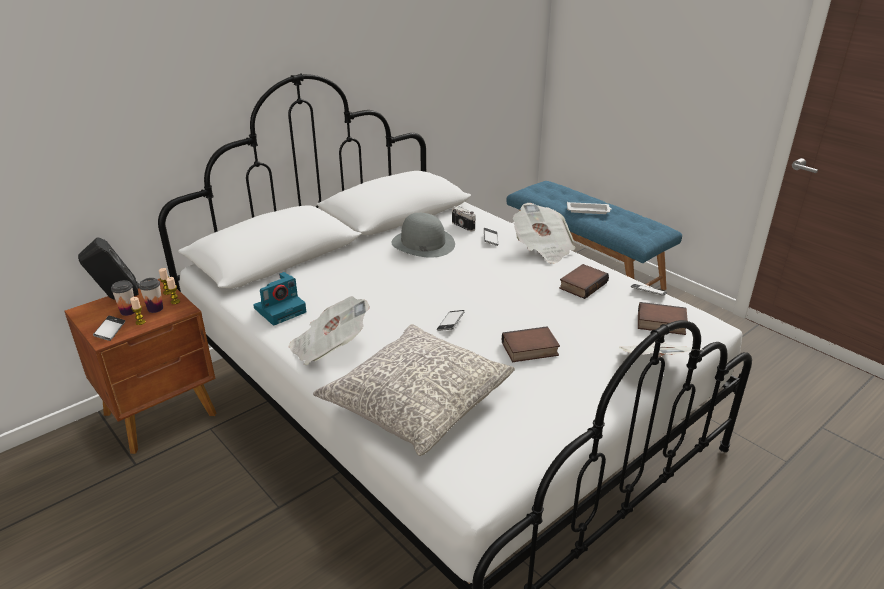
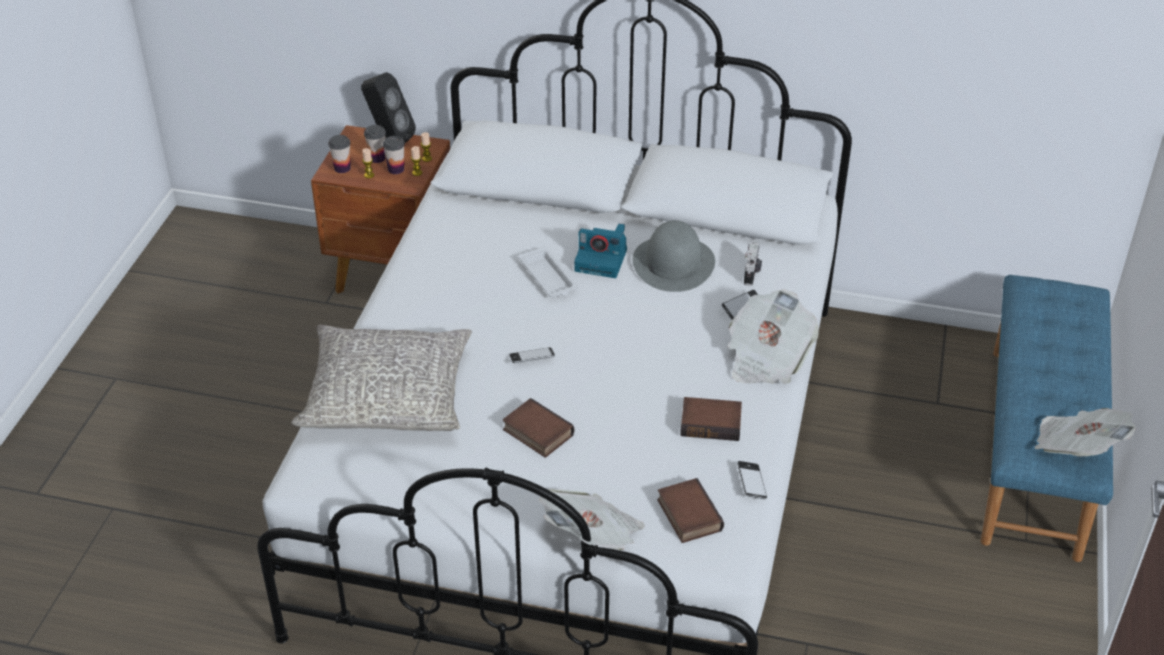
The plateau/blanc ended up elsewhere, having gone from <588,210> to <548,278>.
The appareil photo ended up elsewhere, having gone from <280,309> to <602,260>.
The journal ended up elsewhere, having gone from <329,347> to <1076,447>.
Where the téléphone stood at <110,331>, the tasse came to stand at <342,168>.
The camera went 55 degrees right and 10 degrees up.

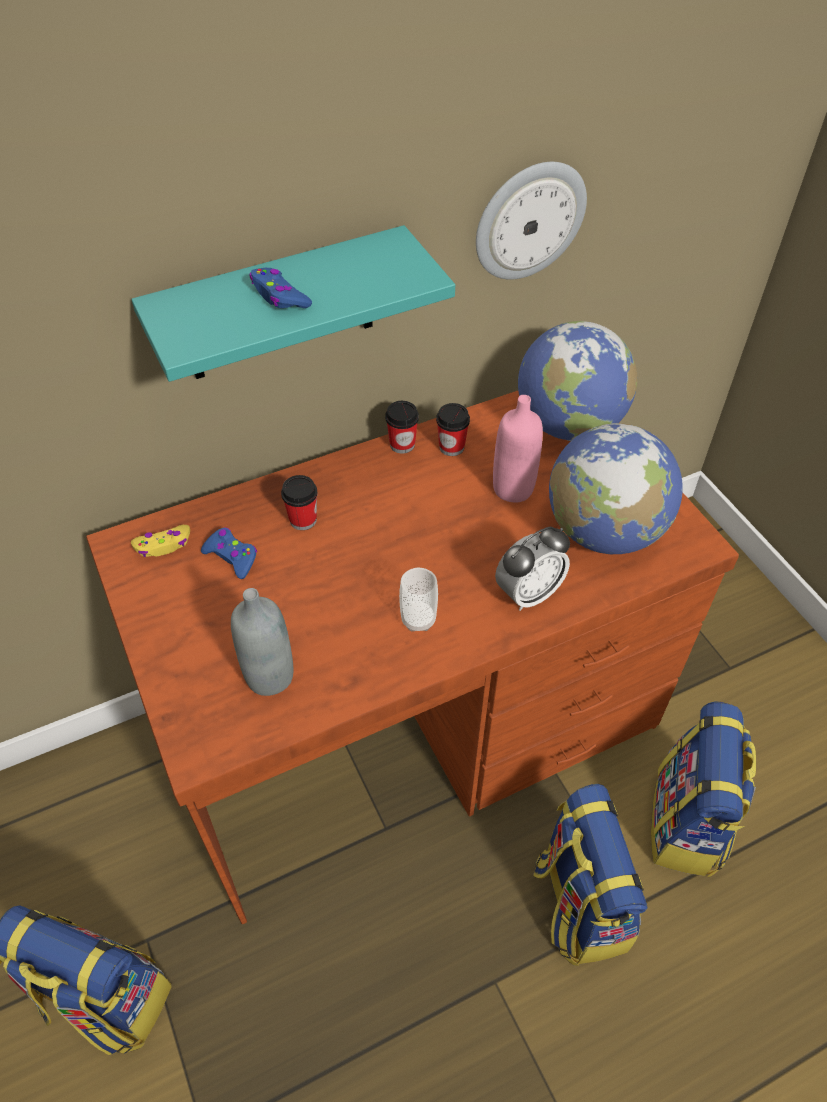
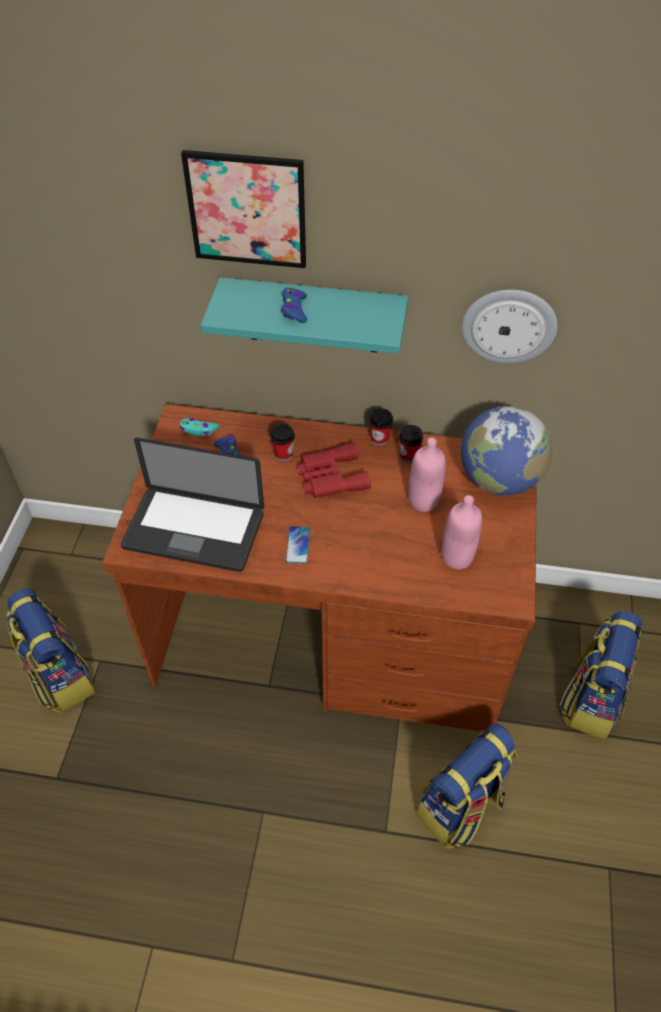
Where the globe stood at <604,531>, the bouteille/rose came to stand at <457,557>.
What was the manette/jaune at <163,545> turned into the manette/turquoise at <198,430>.
The second view lost the réveil at <528,593>.
Where the tasse stood at <418,619>, the téléphone came to stand at <298,545>.
Where the bouteille/gris stood at <269,676>, the ordinateur portable came to stand at <194,530>.
The sac à dos ended up elsewhere, having gone from <579,903> to <591,699>.
The second view gained the tableau at <247,210>.
The second view gained the jumelles/rouge at <330,477>.
The camera went 35 degrees right and 0 degrees up.

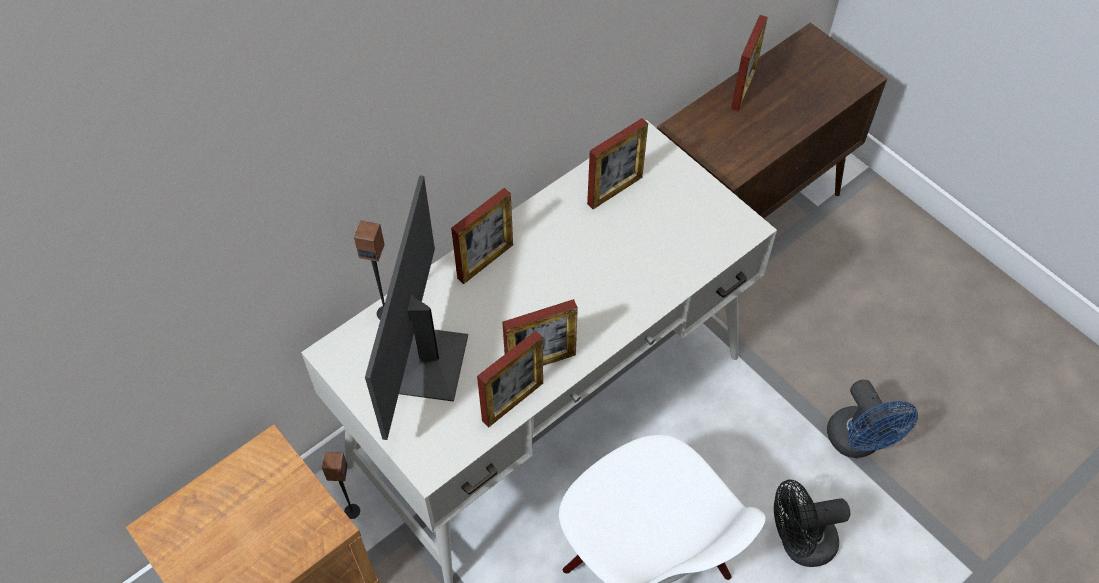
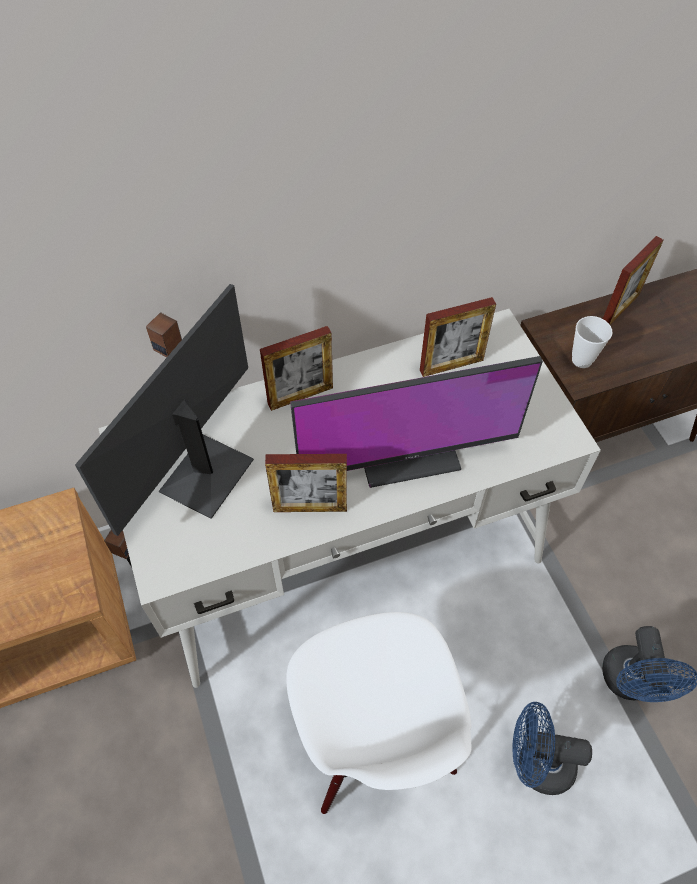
The second view lost the cadre photo at <512,402>.
What was the ventilateur/noir at <799,543> turned into the ventilateur/bleu at <536,763>.
The second view gained the tasse at <581,360>.
The second view gained the écran d'ordinateur at <405,445>.
The camera went 20 degrees right and 0 degrees up.

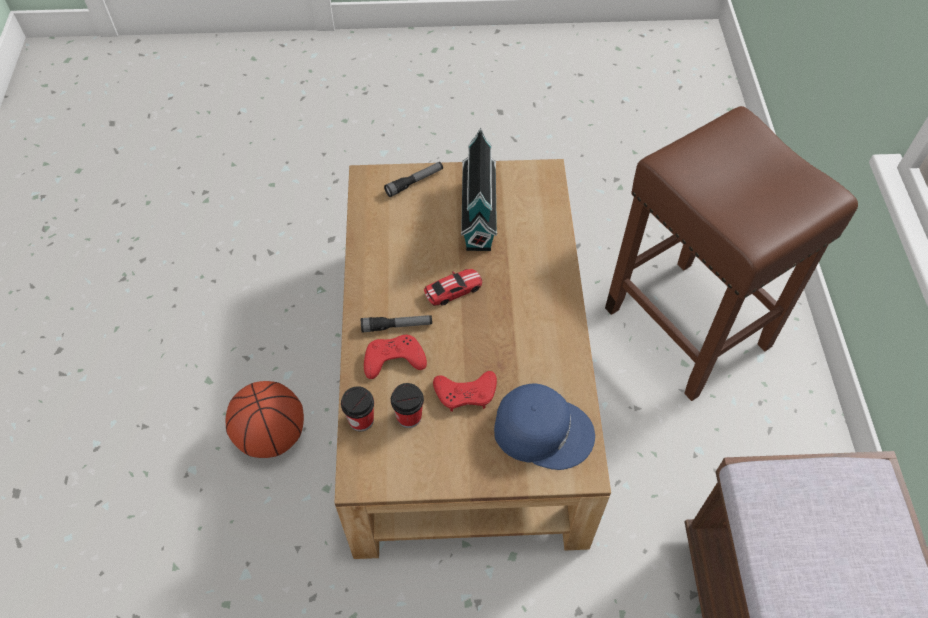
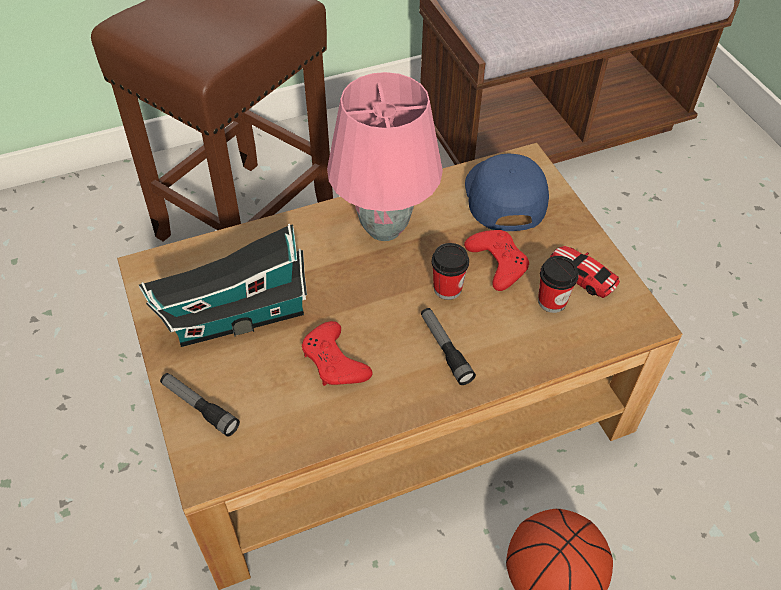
The petite voiture ended up elsewhere, having gone from <453,290> to <581,276>.
The manette/rouge ended up elsewhere, having gone from <393,359> to <334,361>.
The tasse ended up elsewhere, having gone from <361,420> to <447,288>.
The second view gained the lampe de table/rose at <386,228>.
The camera went 110 degrees left and 5 degrees down.

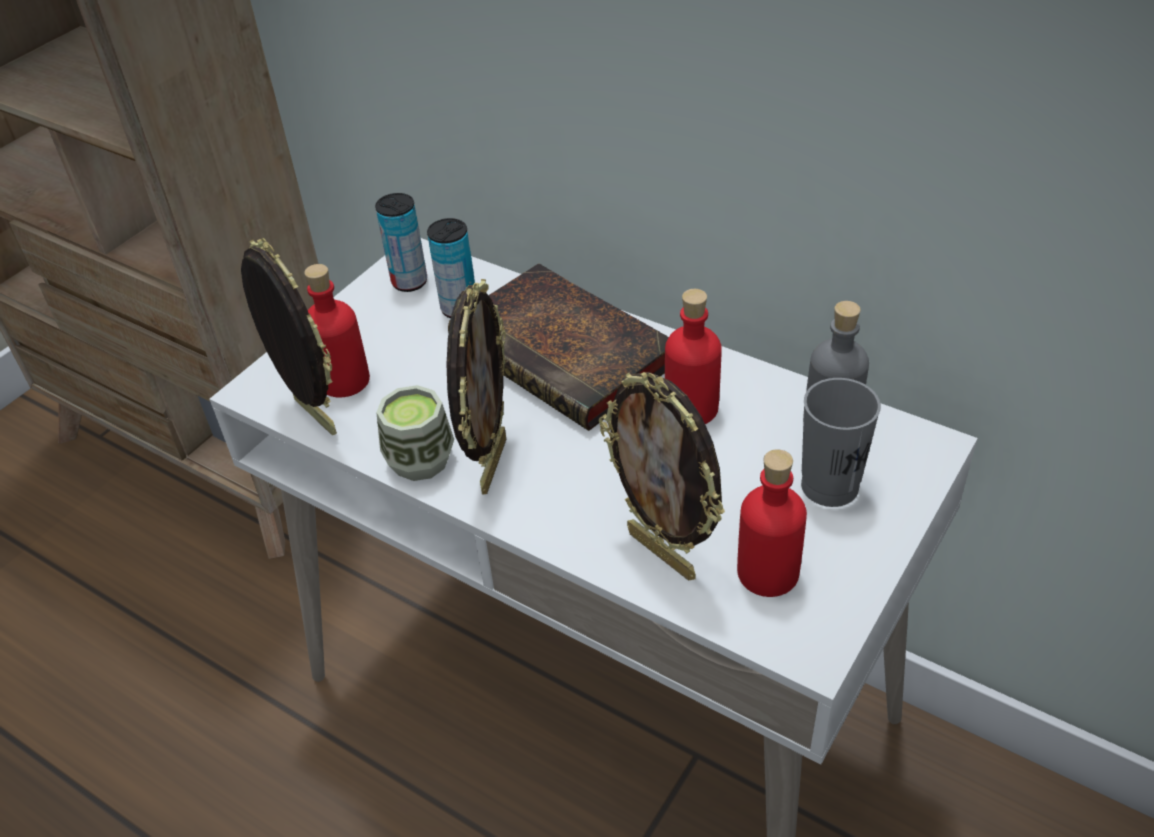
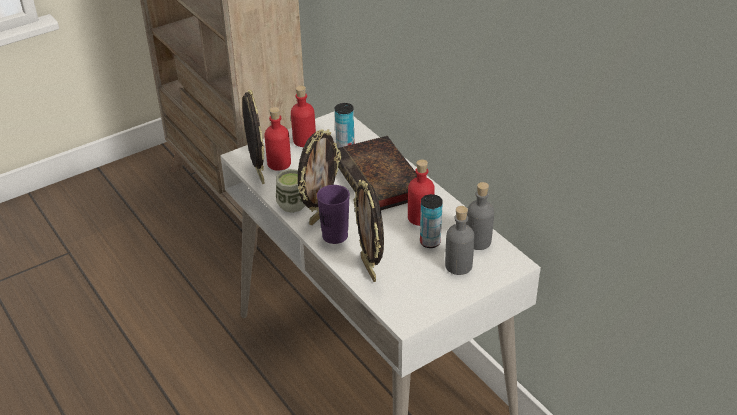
The boîte métallique ended up elsewhere, having gone from <409,282> to <430,242>.
Where the tasse/gris stood at <829,486>, the bouteille/gris came to stand at <458,265>.
The bouteille/rouge ended up elsewhere, having gone from <767,573> to <304,140>.
The second view gained the tasse/violet at <335,235>.
The camera went 20 degrees right and 5 degrees down.

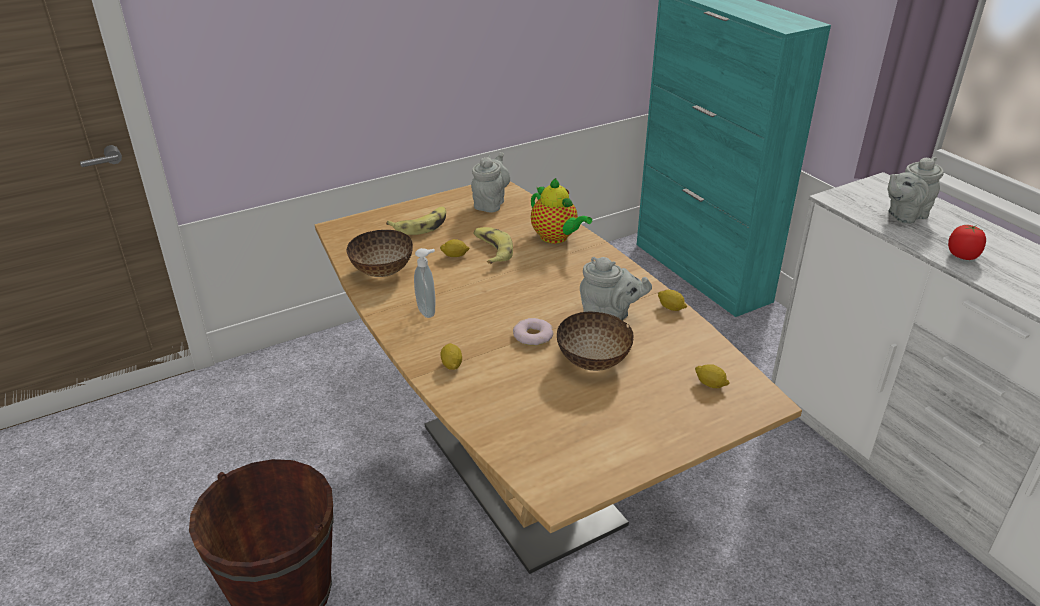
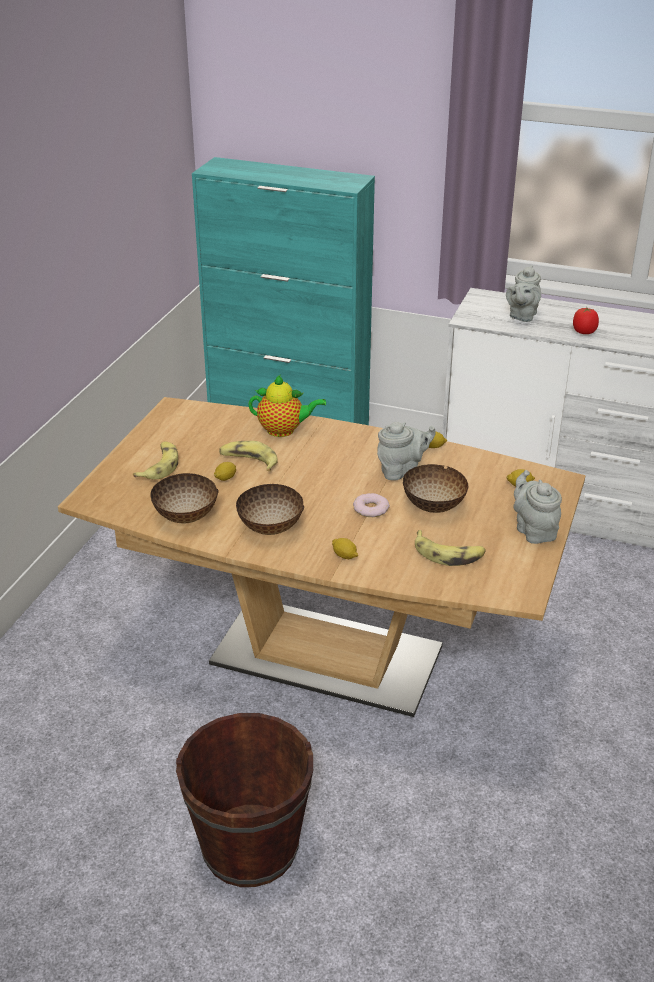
The théière/gris ended up elsewhere, having gone from <490,203> to <533,530>.
Where the distributeur de savon stood at <428,311>, the bol came to stand at <269,528>.
The second view gained the banane at <448,554>.
The camera went 40 degrees left and 0 degrees up.

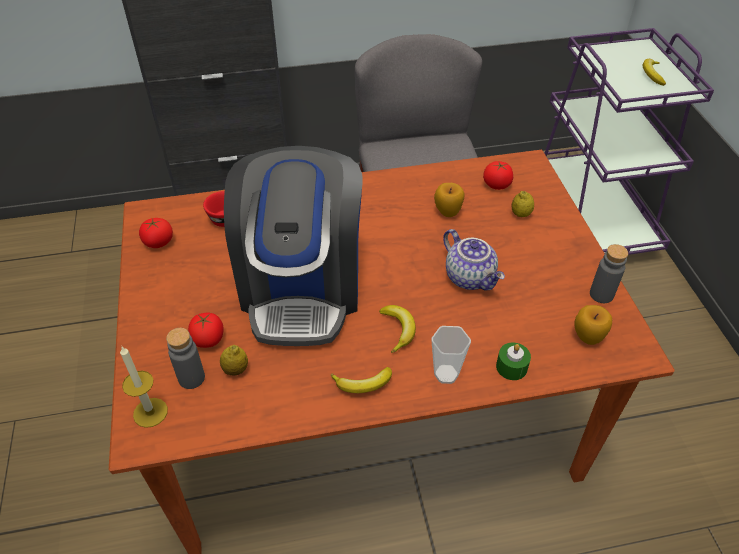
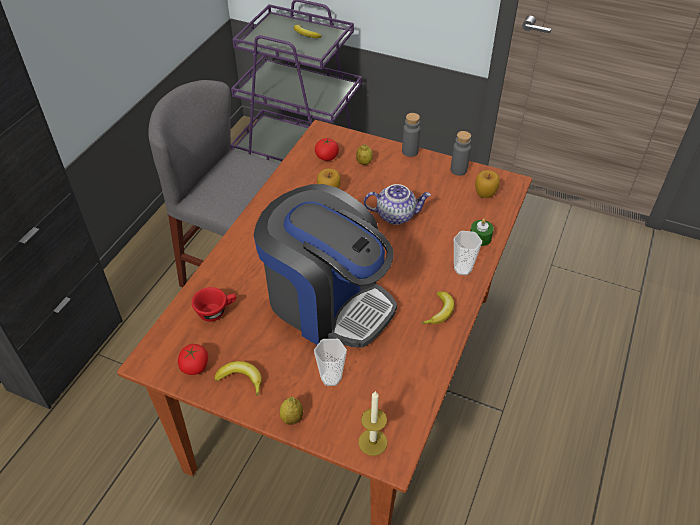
The banane ended up elsewhere, having gone from <398,329> to <241,379>.
Where the tomate stood at <208,339>, the tasse came to stand at <331,378>.
The bouteille/gris ended up elsewhere, having gone from <191,378> to <410,151>.
The citron ended up elsewhere, having gone from <236,370> to <292,418>.
The camera went 55 degrees left and 0 degrees up.

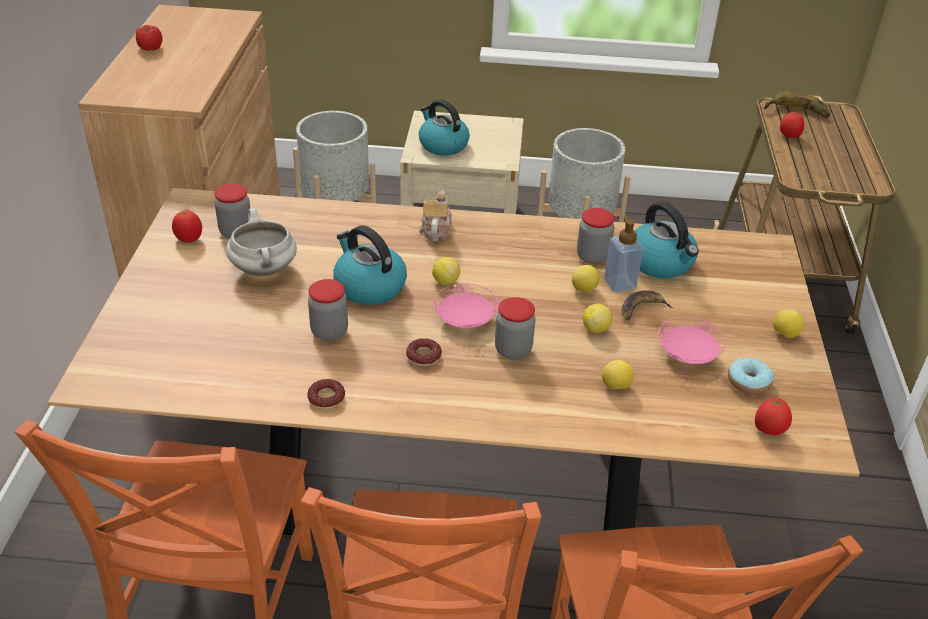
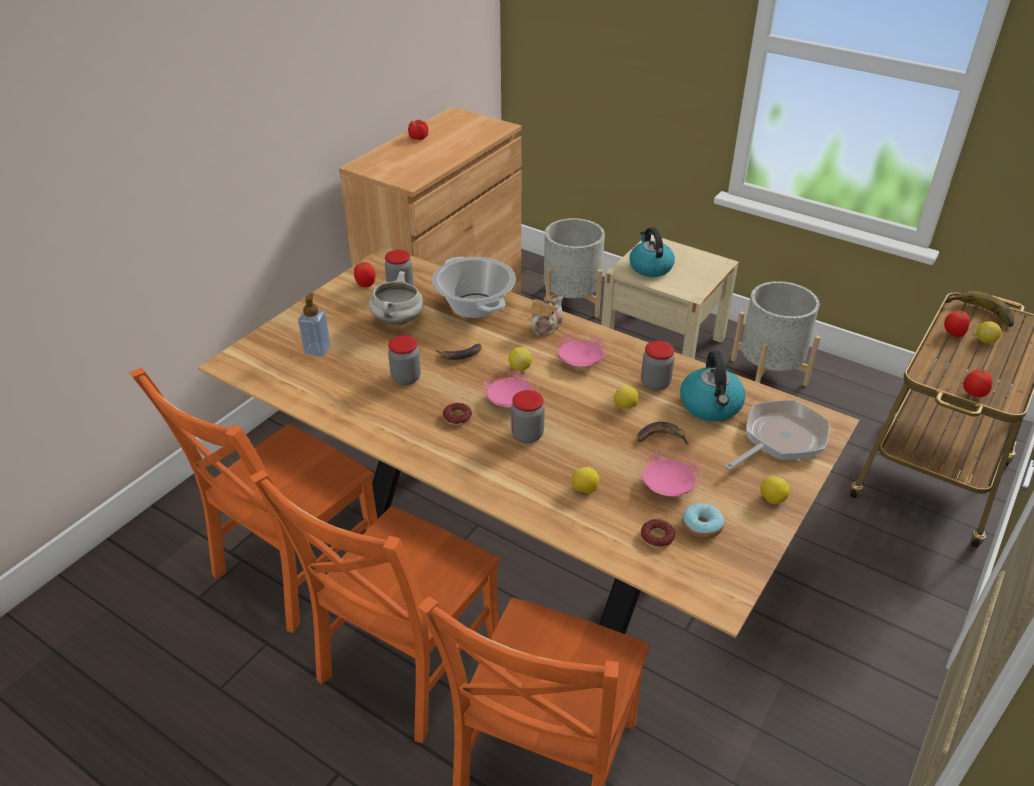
The distributeur de savon ended up elsewhere, having gone from <620,284> to <317,350>.
Where the bouilloire stood at <369,286>, the banane came to stand at <460,354>.
The citron ended up elsewhere, having gone from <595,329> to <985,340>.
The beignet ended up elsewhere, having gone from <326,398> to <657,537>.
The tomate ended up elsewhere, having gone from <769,431> to <973,394>.
The second view gained the marmite at <474,306>.
The second view gained the assiette/rose at <580,361>.
The second view gained the poêle at <780,439>.
The camera went 30 degrees right and 0 degrees up.

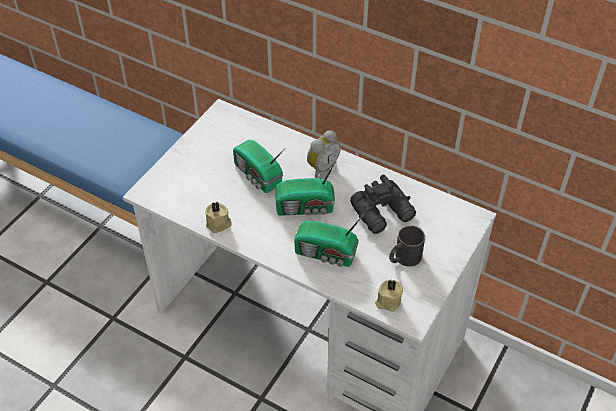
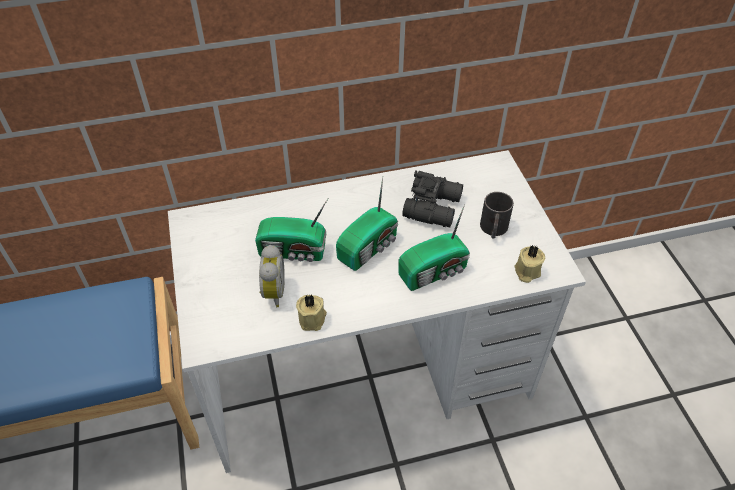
The réveil ended up elsewhere, having gone from <321,167> to <272,292>.
The camera went 45 degrees left and 0 degrees up.

